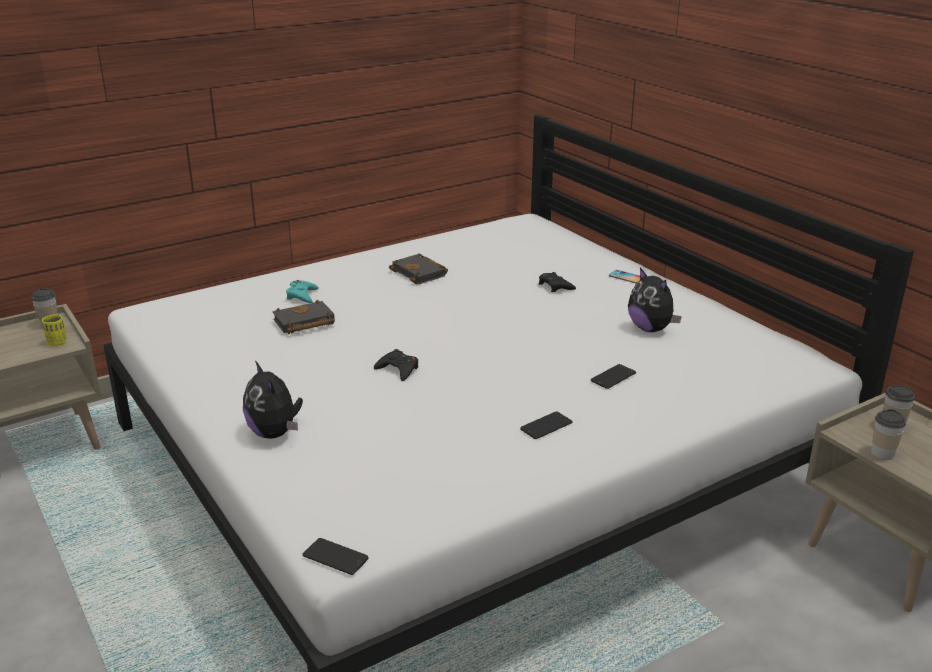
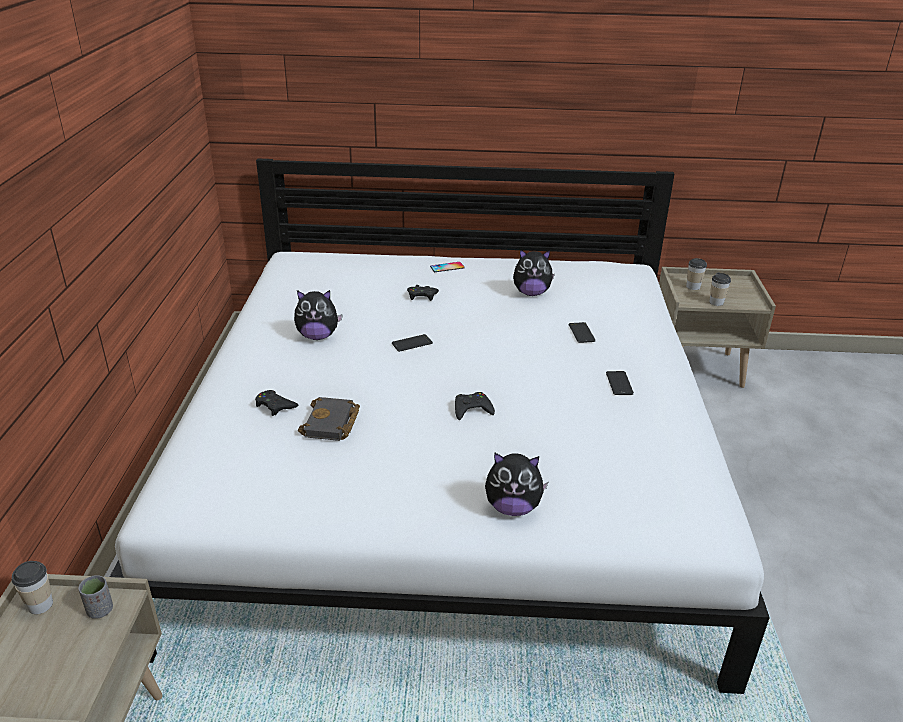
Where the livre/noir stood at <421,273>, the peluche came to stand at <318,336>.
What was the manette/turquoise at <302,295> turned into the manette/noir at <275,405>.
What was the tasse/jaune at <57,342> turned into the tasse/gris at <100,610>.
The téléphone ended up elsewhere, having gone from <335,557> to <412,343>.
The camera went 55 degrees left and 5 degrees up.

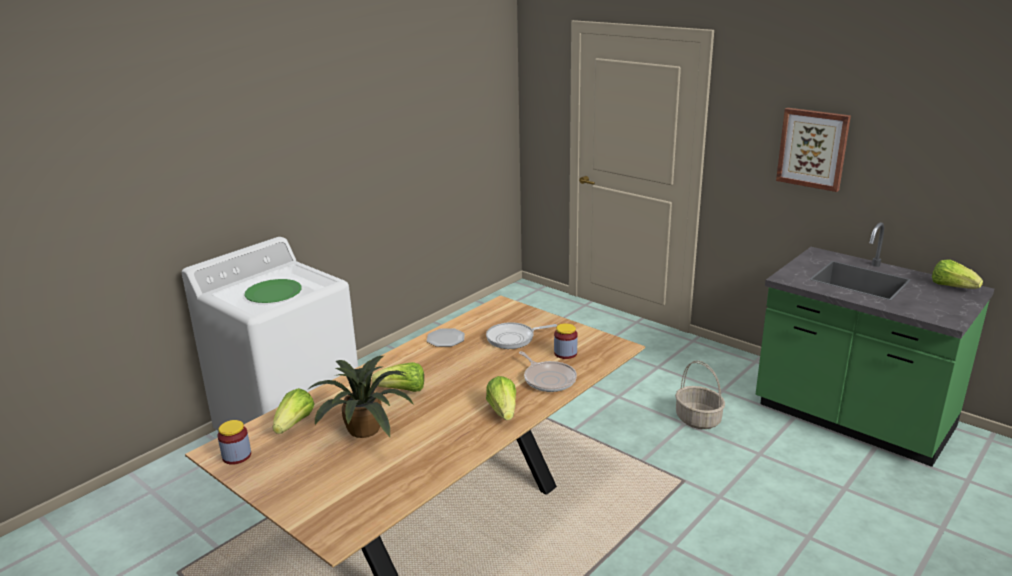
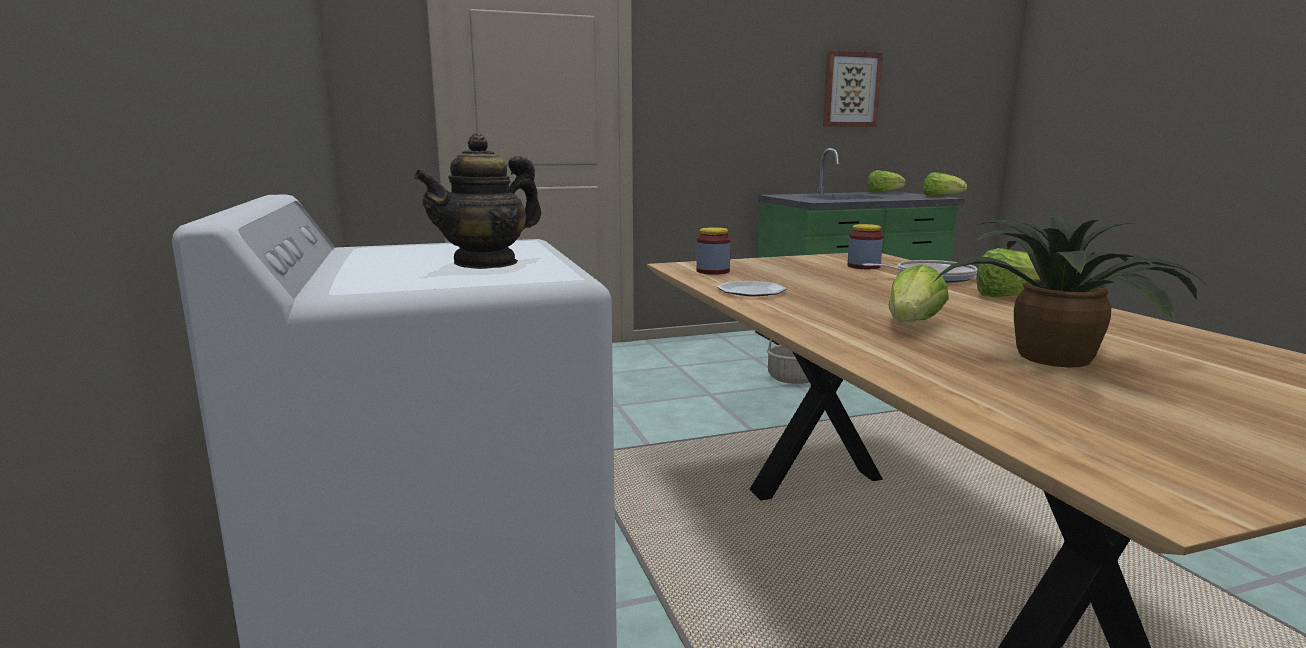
The tableau ended up elsewhere, having gone from <813,148> to <850,90>.
Where the assiette/vert stood at <273,293>, the théière came to stand at <486,263>.
The second view lost the poêle at <513,338>.
The laitue ended up elsewhere, having gone from <295,424> to <941,197>.
The bocal ended up elsewhere, having gone from <237,456> to <713,271>.
The camera went 60 degrees left and 10 degrees down.

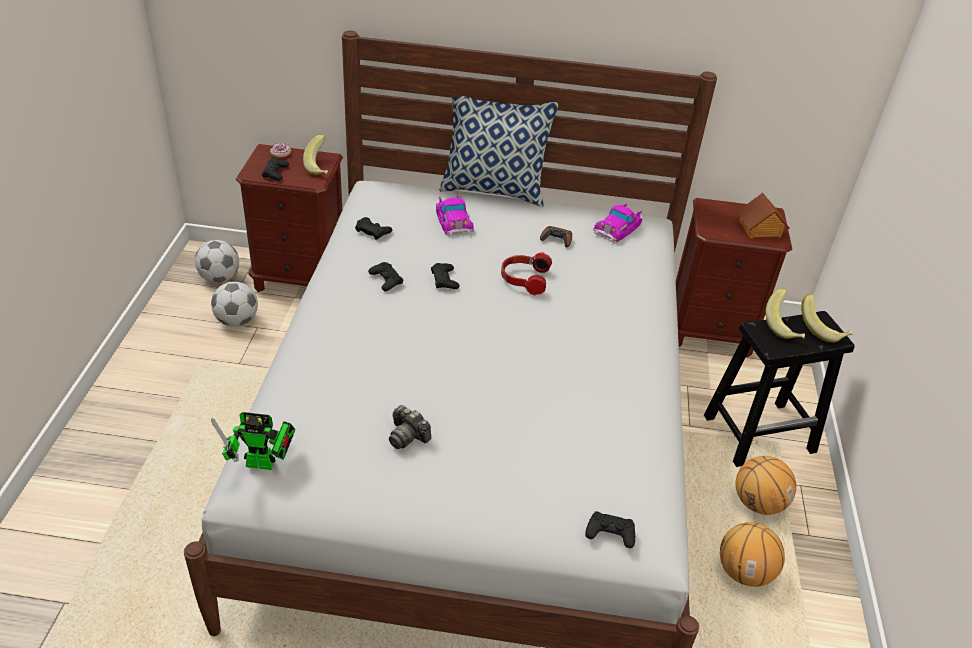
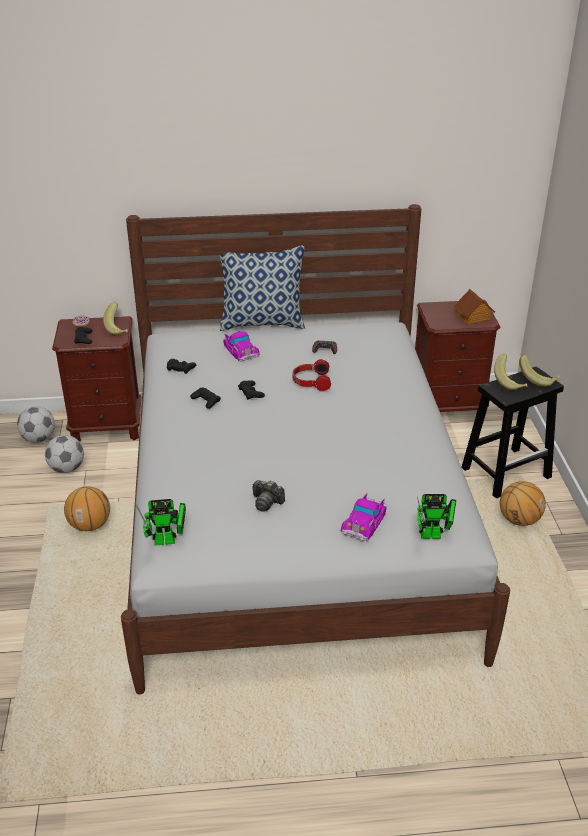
The petite voiture ended up elsewhere, having gone from <618,227> to <364,520>.
Where the manette/noir stood at <610,533>, the robot jouet came to stand at <434,535>.
The ballon de basket ended up elsewhere, having gone from <744,572> to <90,525>.
The camera went 10 degrees left and 5 degrees down.

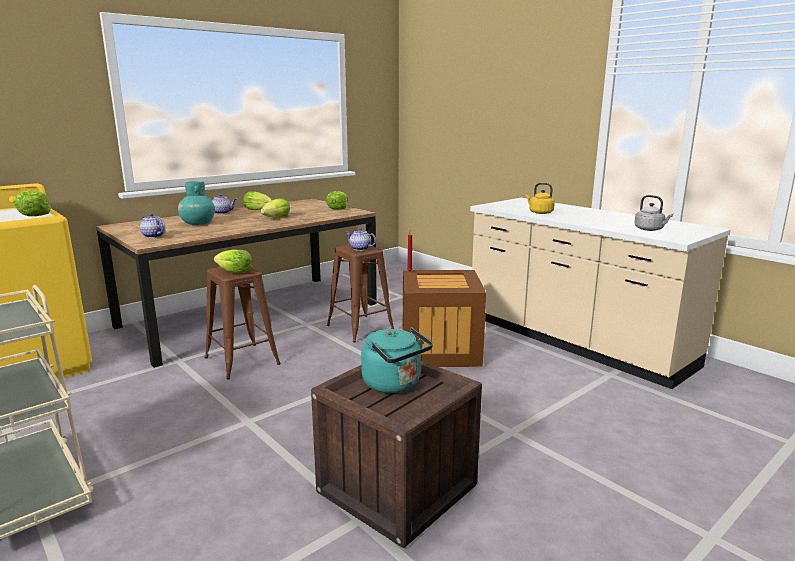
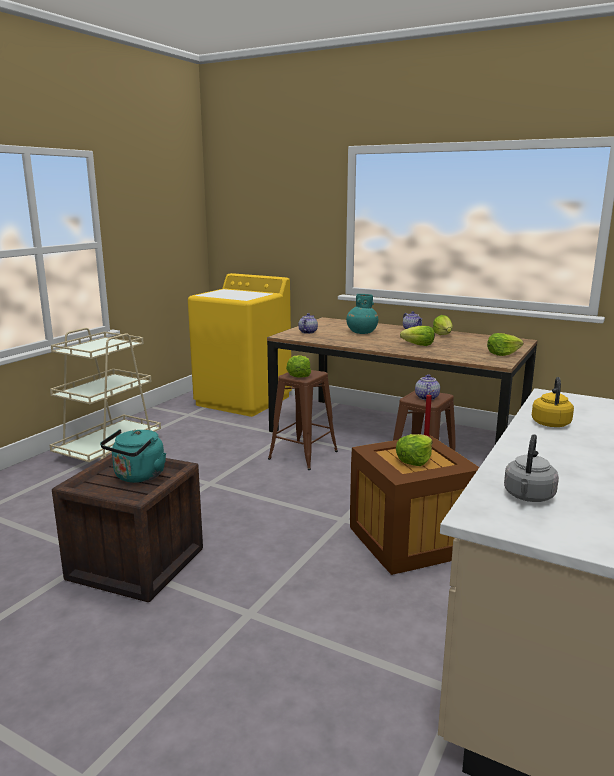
The laitue ended up elsewhere, having gone from <35,214> to <414,460>.
The camera went 70 degrees right and 0 degrees up.

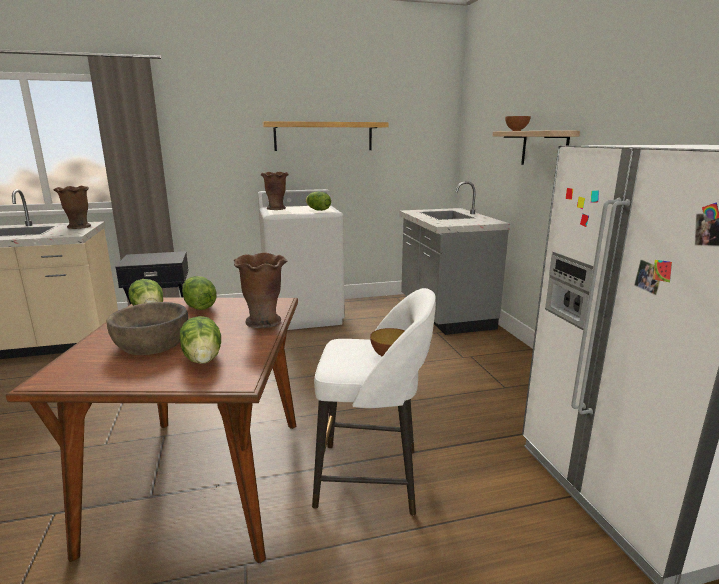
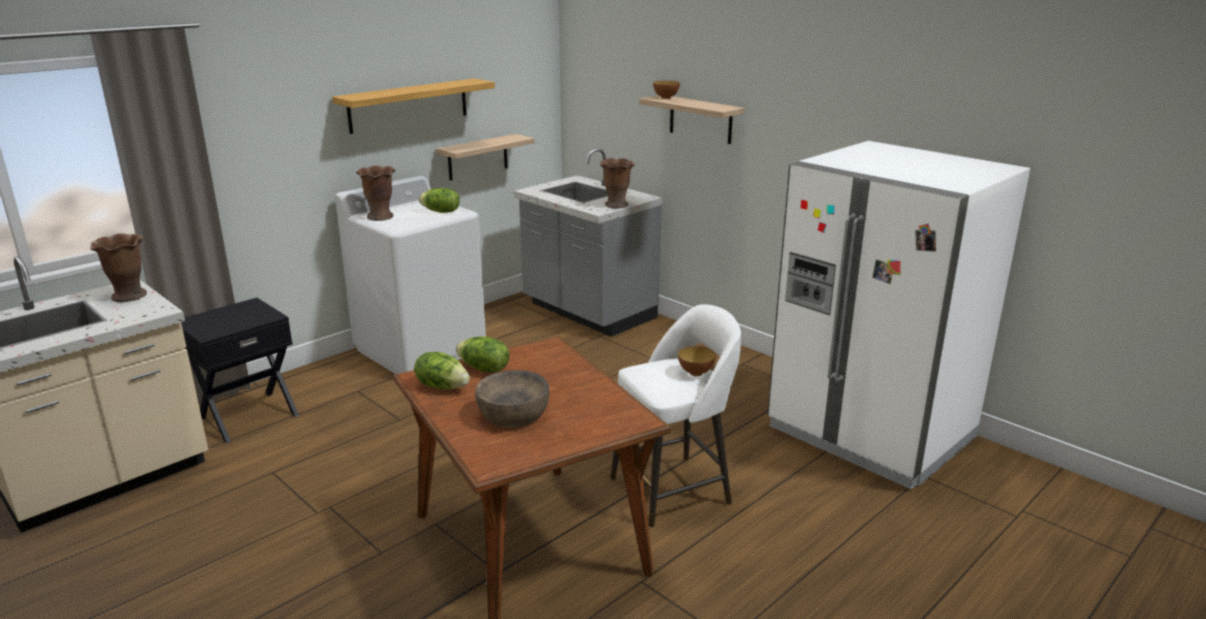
The vase/marron ended up elsewhere, having gone from <264,322> to <616,205>.
The second view lost the laitue at <204,358>.
The second view gained the étagère at <477,157>.
The camera went 30 degrees left and 5 degrees up.

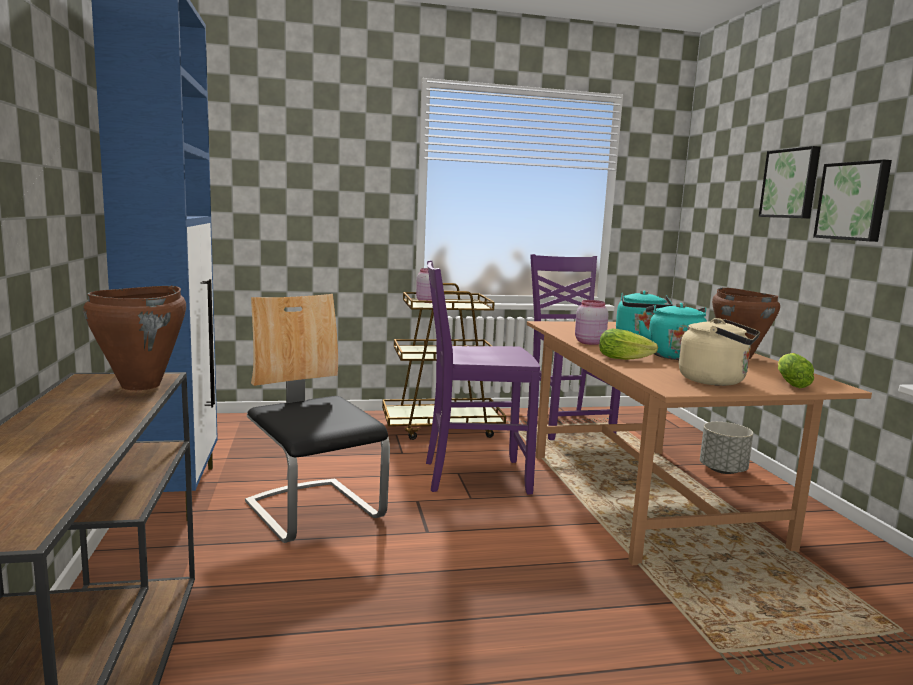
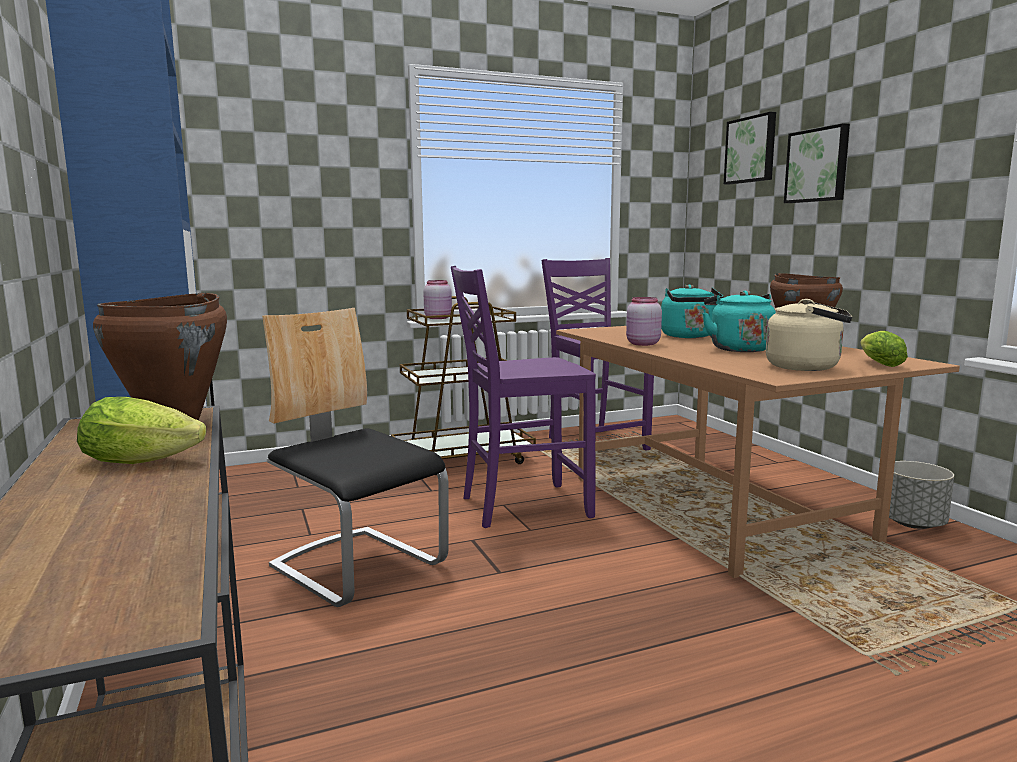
The tableau ended up elsewhere, having gone from <854,201> to <751,150>.
The laitue ended up elsewhere, having gone from <627,359> to <147,460>.
The cache-pot/gris ended up elsewhere, having gone from <722,470> to <912,523>.
The camera went 10 degrees left and 0 degrees up.

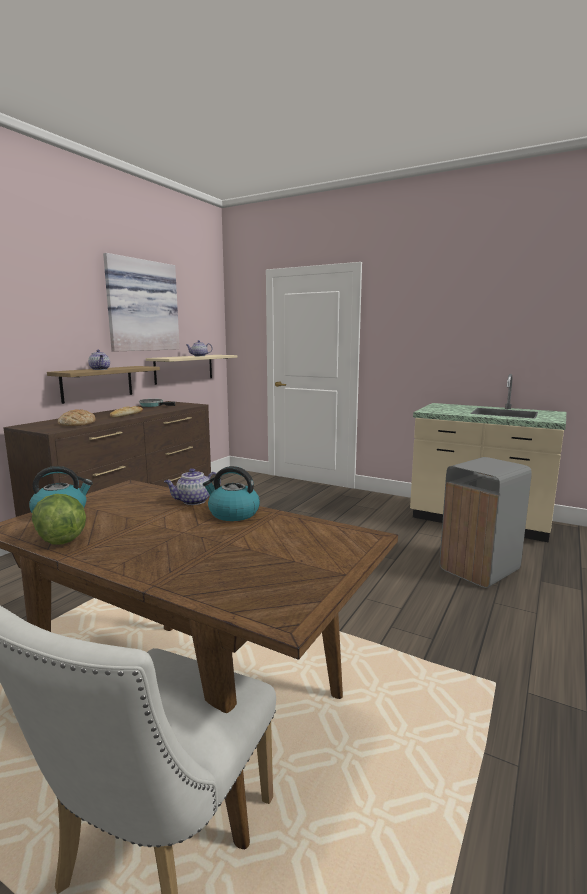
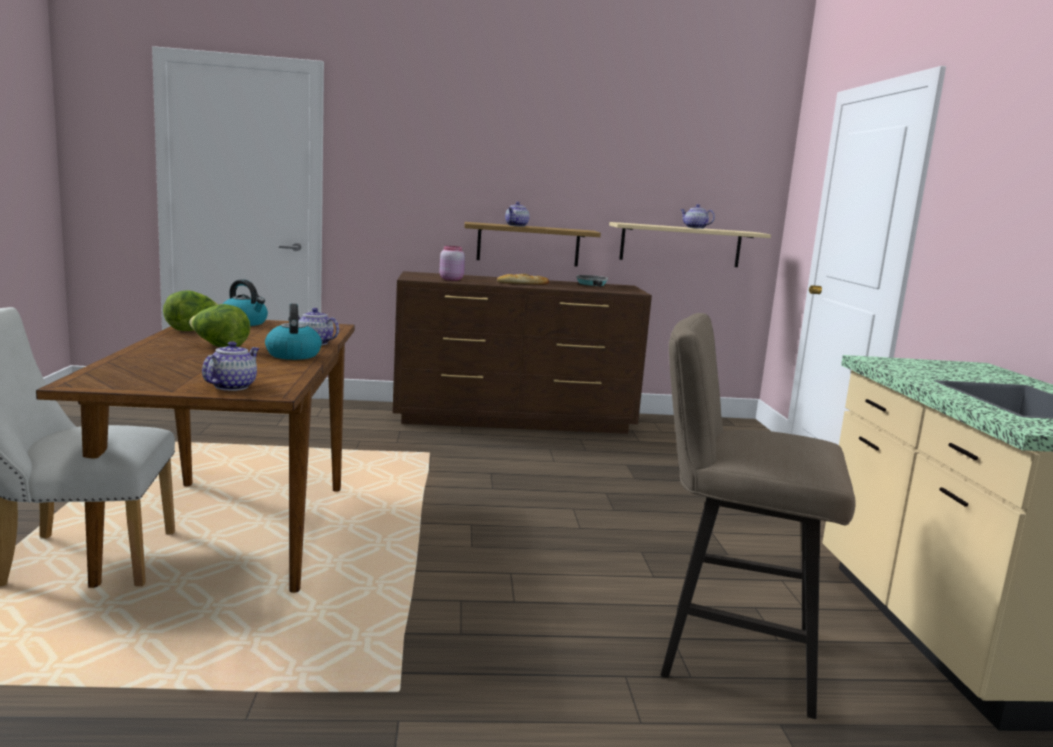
The second view lost the tableau at <141,306>.
Where the pain stood at <77,423>, the bocal/rose came to stand at <451,279>.
Where the poubelle/gris stood at <478,569>, the tabouret/beige came to stand at <725,652>.
The second view gained the laitue at <219,347>.
The second view gained the théière at <232,386>.
The camera went 55 degrees right and 0 degrees up.

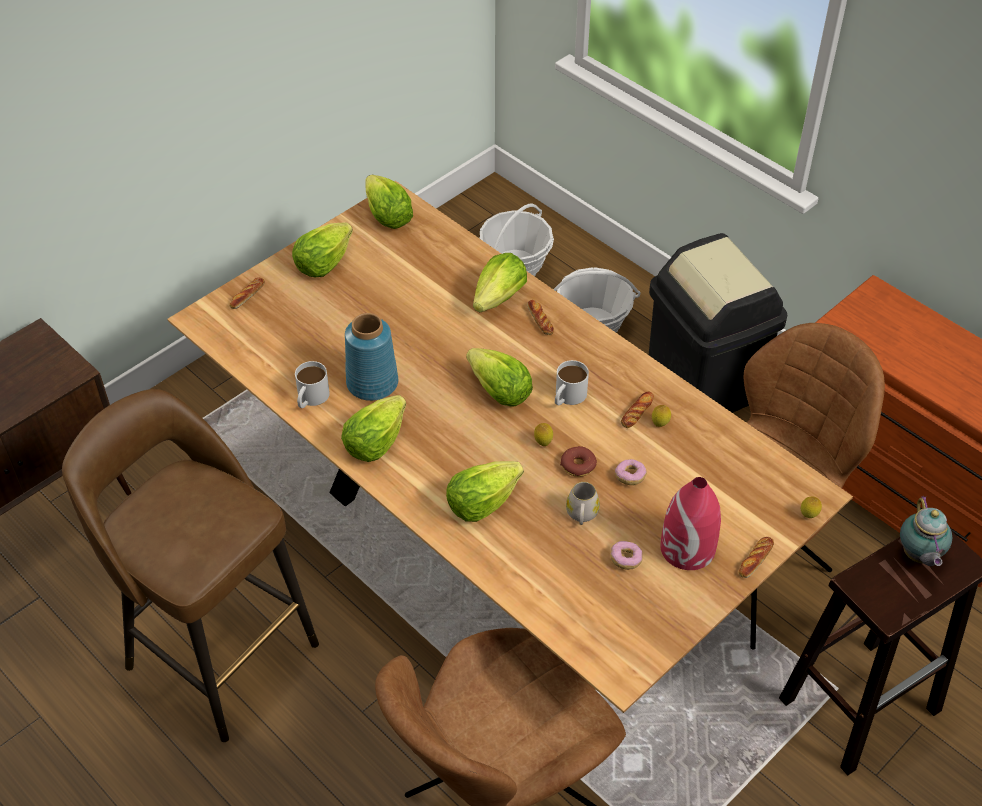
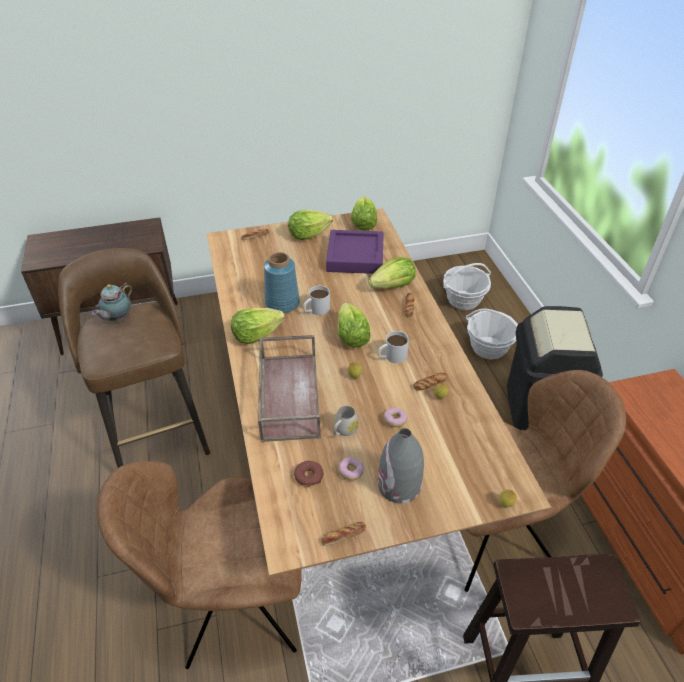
The mug/blanc ended up elsewhere, having gone from <310,398> to <316,310>.
The beignet ended up elsewhere, having gone from <578,465> to <308,476>.
Where the laitue stood at <481,503>, the plateau/marron came to stand at <288,395>.
What was the vase/rouge at <688,548> turned into the vase/gris at <399,485>.
The théière ended up elsewhere, having gone from <918,556> to <118,319>.
The pain ended up elsewhere, having gone from <755,559> to <343,535>.
The second view gained the plateau/violet at <355,256>.
The camera went 30 degrees right and 5 degrees down.

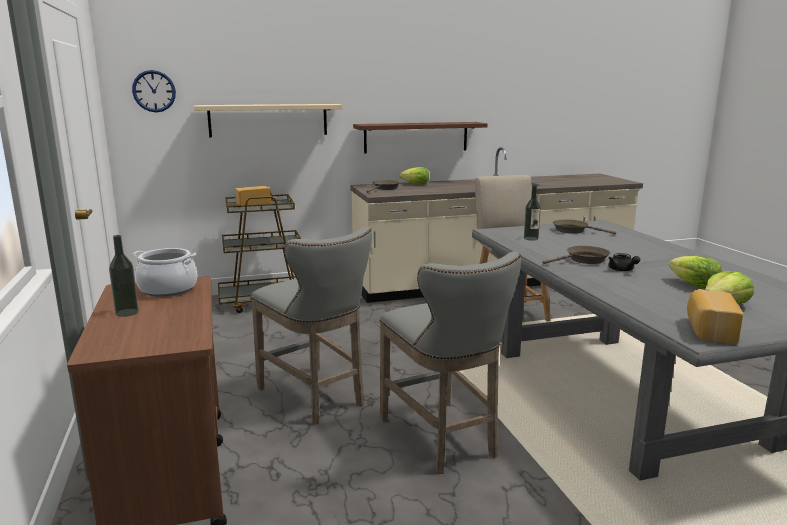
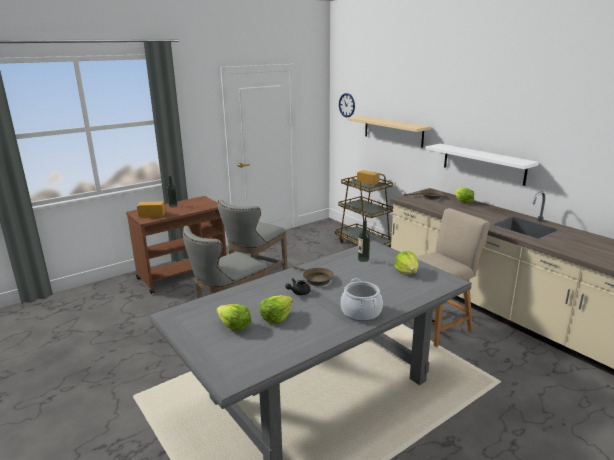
What was the étagère/marron at <416,137> turned into the étagère/blanc at <483,163>.
Where the poêle/marron stood at <573,231>, the laitue came to stand at <407,271>.
The marmite ended up elsewhere, having gone from <168,289> to <361,312>.
The pain ended up elsewhere, having gone from <709,330> to <152,214>.
The camera went 70 degrees right and 5 degrees up.

